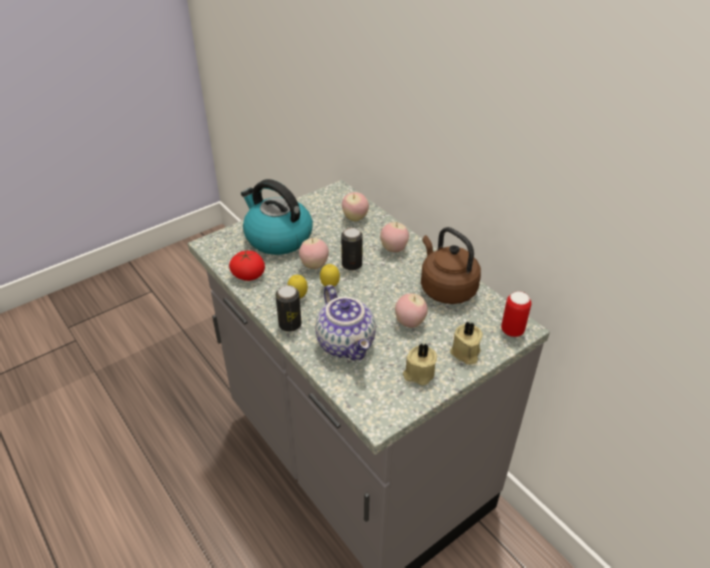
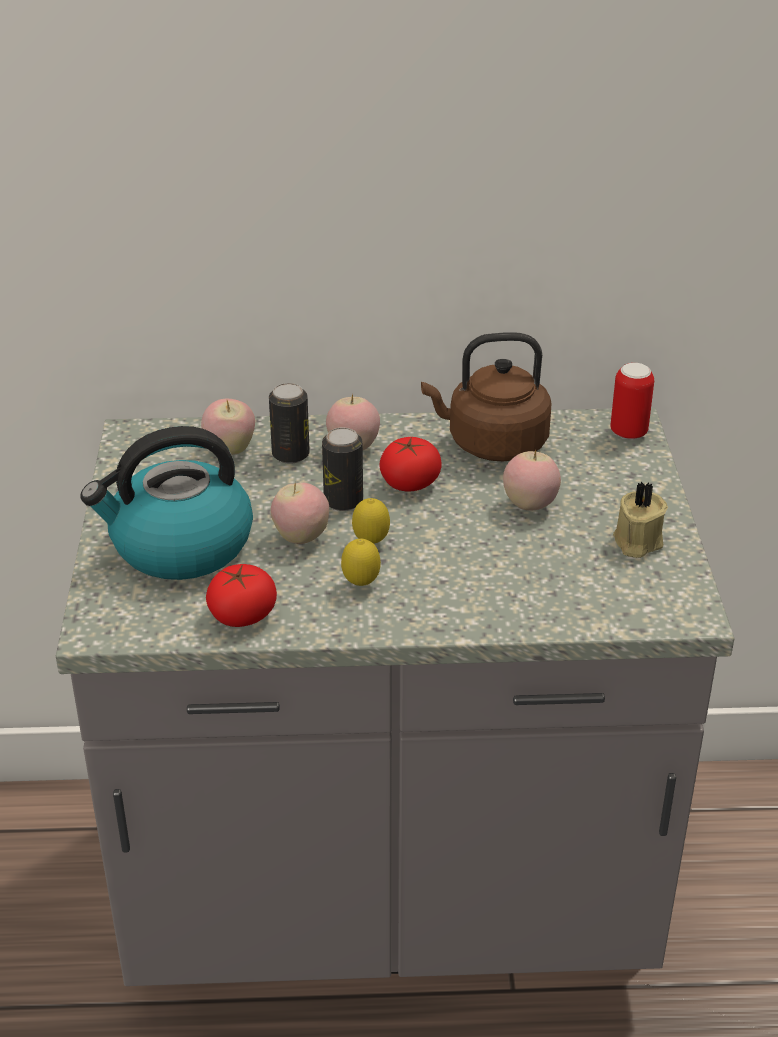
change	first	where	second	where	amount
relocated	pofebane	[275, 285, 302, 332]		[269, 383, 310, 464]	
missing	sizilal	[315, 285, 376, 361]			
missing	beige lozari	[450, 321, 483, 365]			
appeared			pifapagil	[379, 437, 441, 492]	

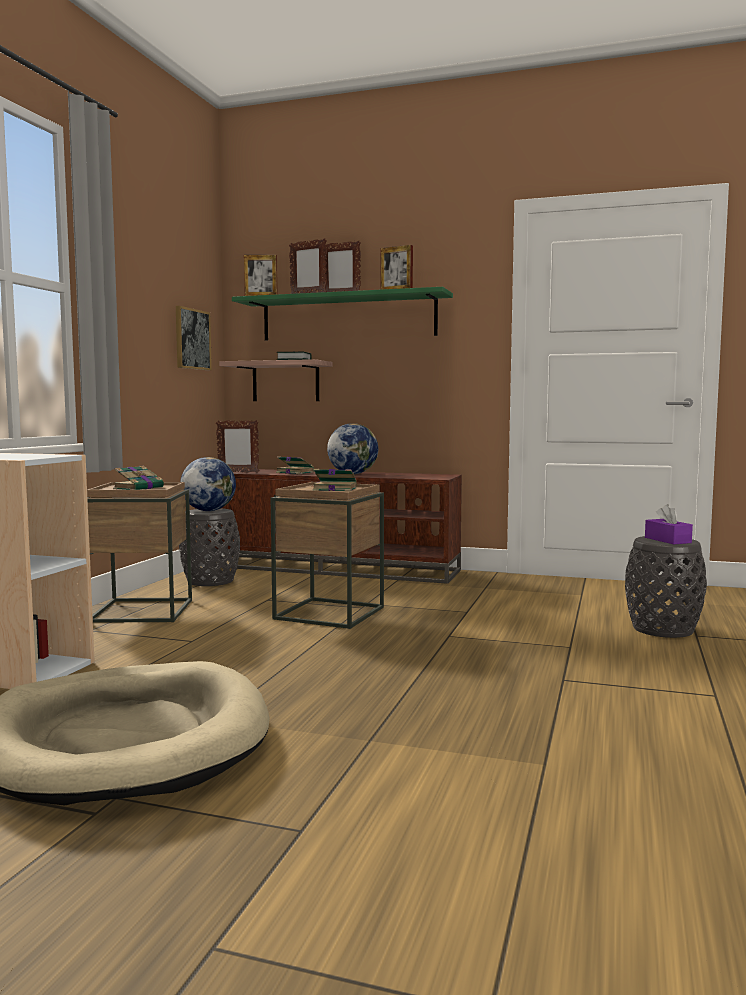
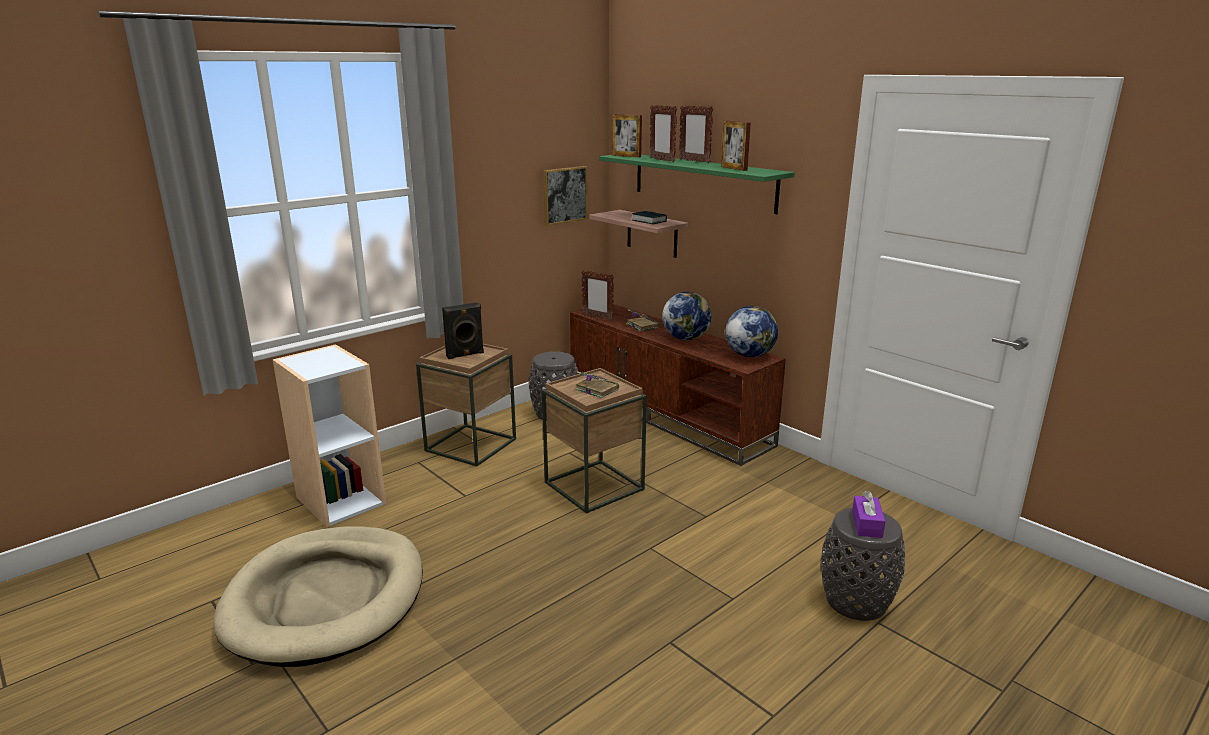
change	first	where	second	where	amount
exchanged	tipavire	[113, 466, 164, 490]	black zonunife	[442, 302, 484, 359]	
relocated	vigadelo	[180, 457, 236, 511]		[725, 306, 778, 357]	

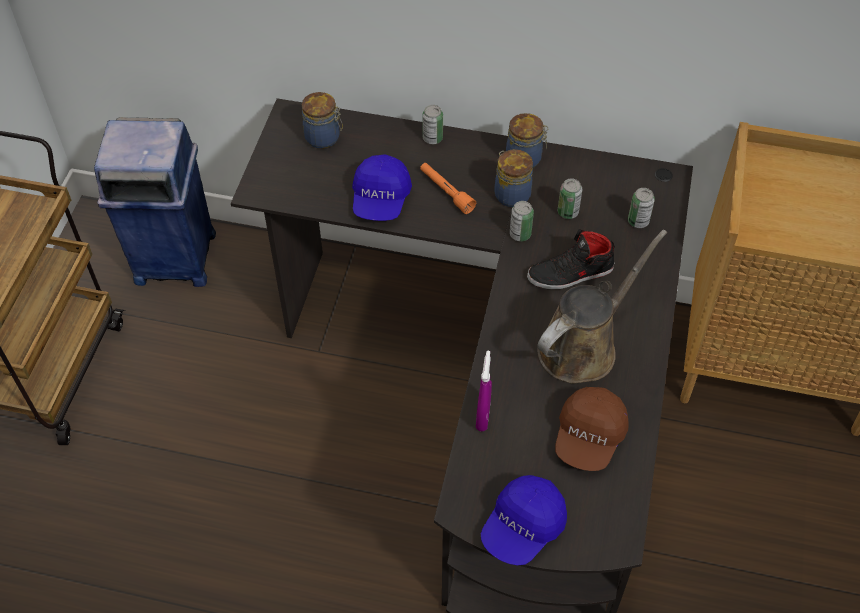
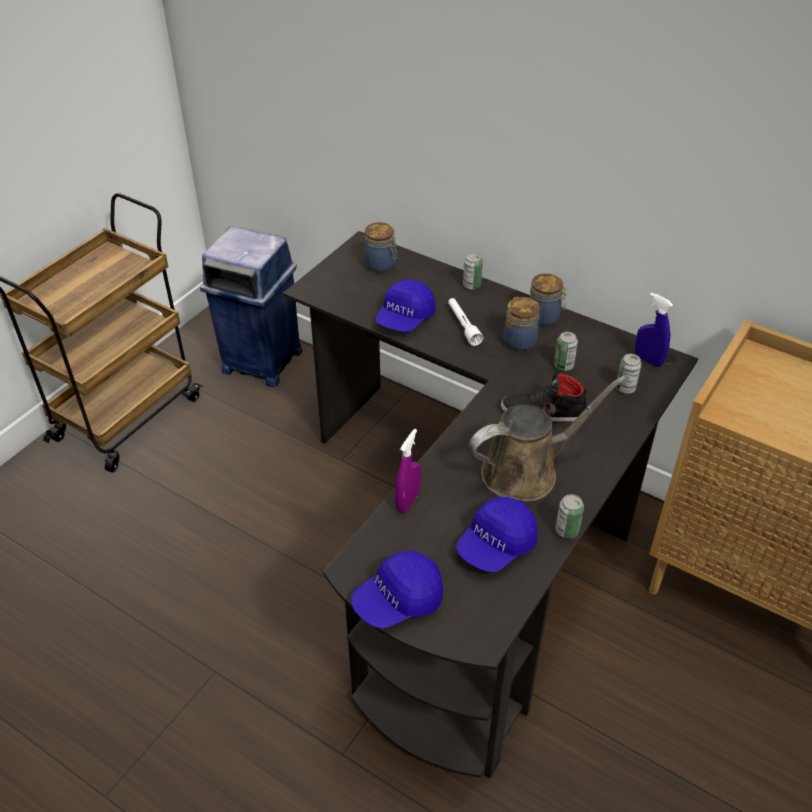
change	first	where	second	where	amount
colour	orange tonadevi	[420, 163, 476, 214]	white tonadevi	[448, 298, 484, 346]	
relocated	pofebane	[510, 201, 534, 241]		[556, 494, 584, 539]	
colour	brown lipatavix	[555, 387, 629, 471]	blue lipatavix	[456, 497, 538, 572]	
appeared			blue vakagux	[635, 292, 673, 367]	

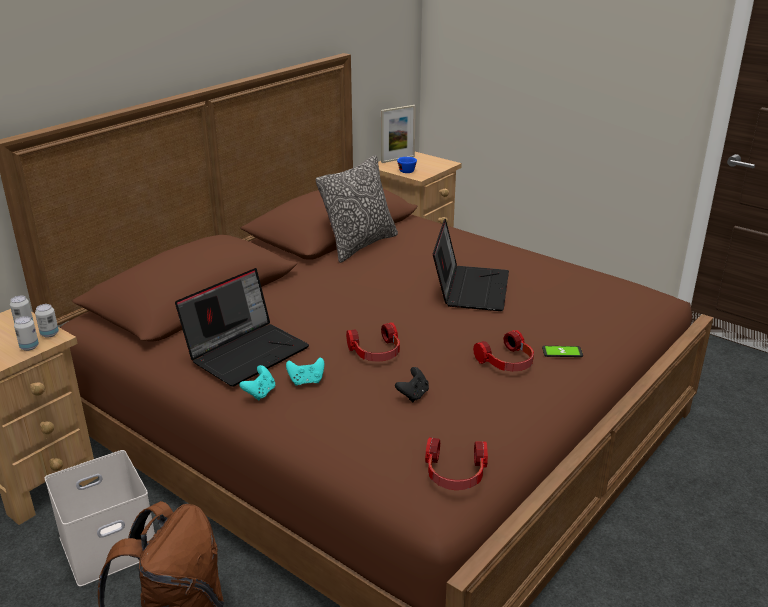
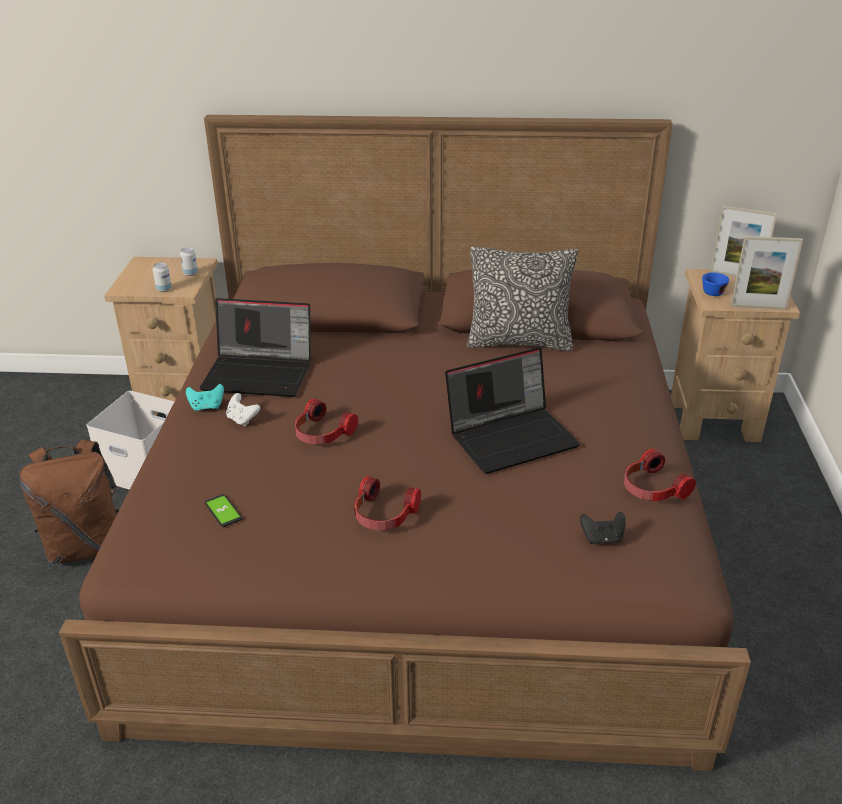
change	first	where	second	where	amount
missing	pofebane	[35, 304, 59, 338]			
colour	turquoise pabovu	[286, 357, 324, 386]	white pabovu	[226, 393, 260, 426]	
relocated	black pabovu	[395, 367, 429, 402]		[580, 512, 626, 544]	
relocated	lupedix	[425, 437, 488, 490]		[624, 448, 696, 501]	
relocated	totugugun	[542, 346, 583, 357]		[204, 494, 242, 527]	
appeared			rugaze	[731, 236, 803, 309]	

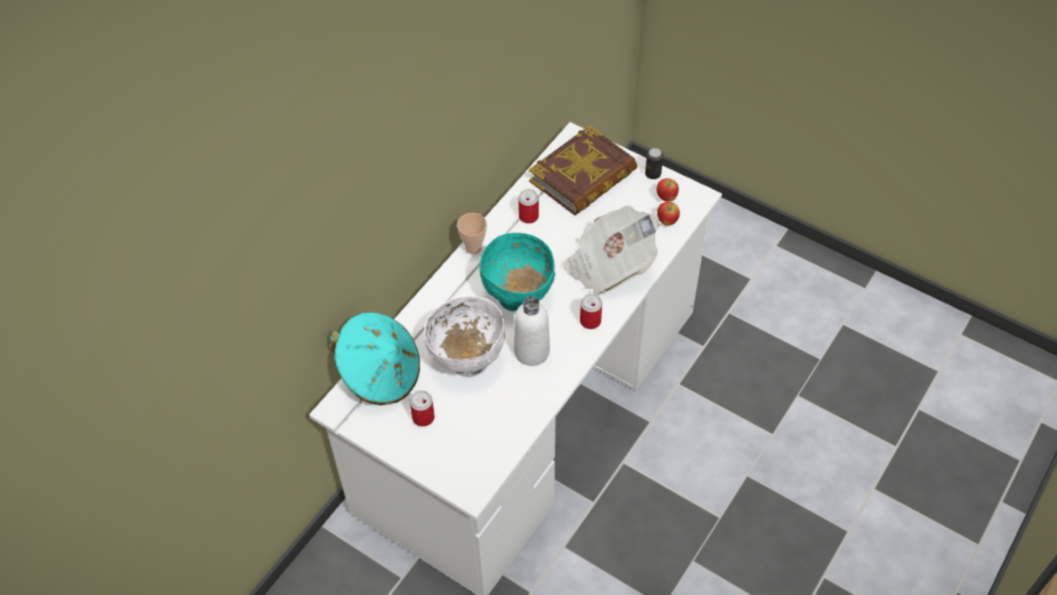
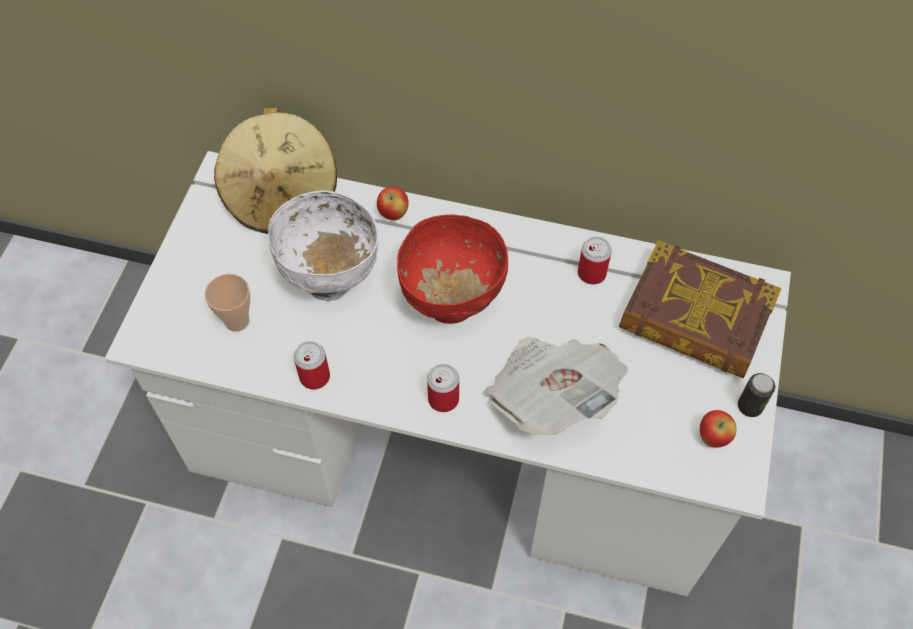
change	first	where	second	where	amount
colour	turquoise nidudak	[330, 312, 420, 405]	beige nidudak	[214, 107, 337, 234]	
relocated	pofebane	[410, 390, 435, 427]		[294, 341, 330, 390]	
relocated	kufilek	[457, 213, 487, 254]		[204, 274, 250, 332]	
colour	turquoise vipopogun	[479, 233, 555, 311]	red vipopogun	[397, 214, 508, 324]	
missing	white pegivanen	[514, 296, 550, 366]			
relocated	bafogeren	[657, 202, 680, 226]		[377, 187, 409, 220]	

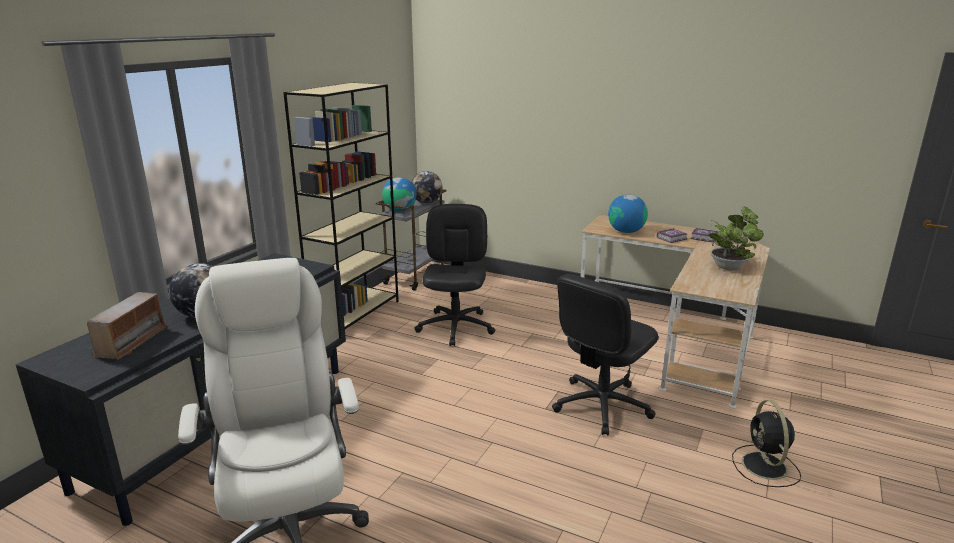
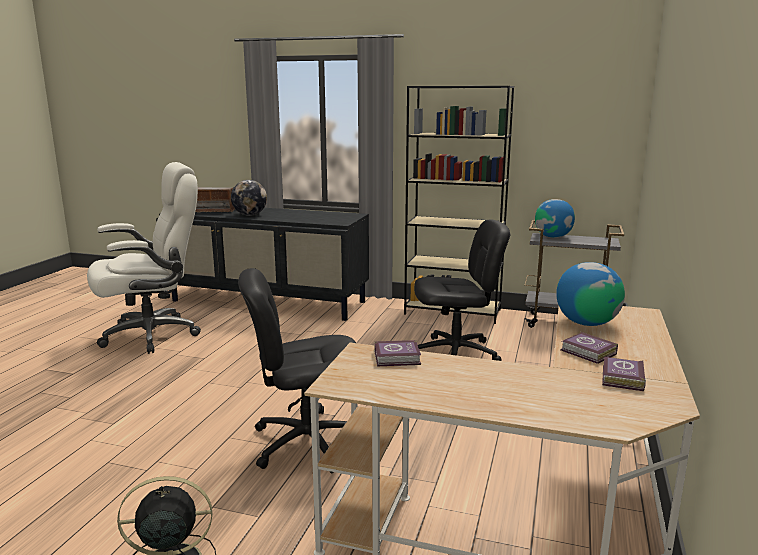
change	first	where	second	where	amount
missing	vigadelo	[411, 171, 442, 203]			
spun	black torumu	[552, 274, 659, 435]		[238, 268, 356, 473]	45 degrees counterclockwise
missing	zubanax	[708, 206, 764, 271]			
appeared			tipavire	[374, 340, 421, 366]	

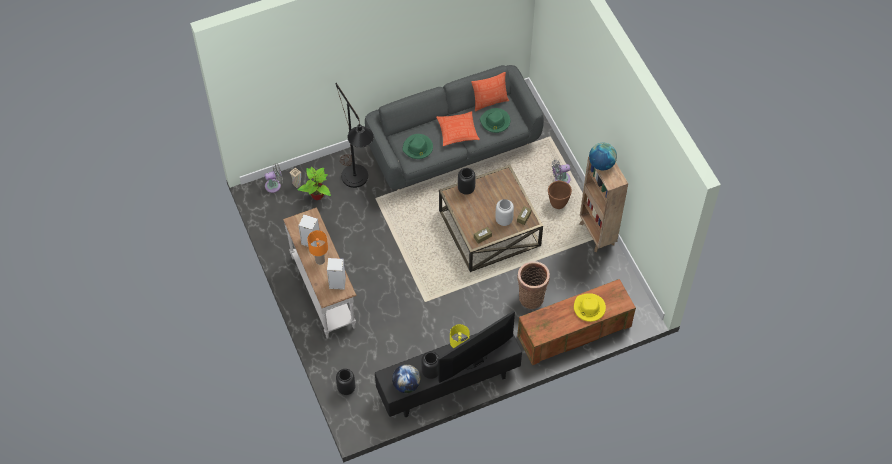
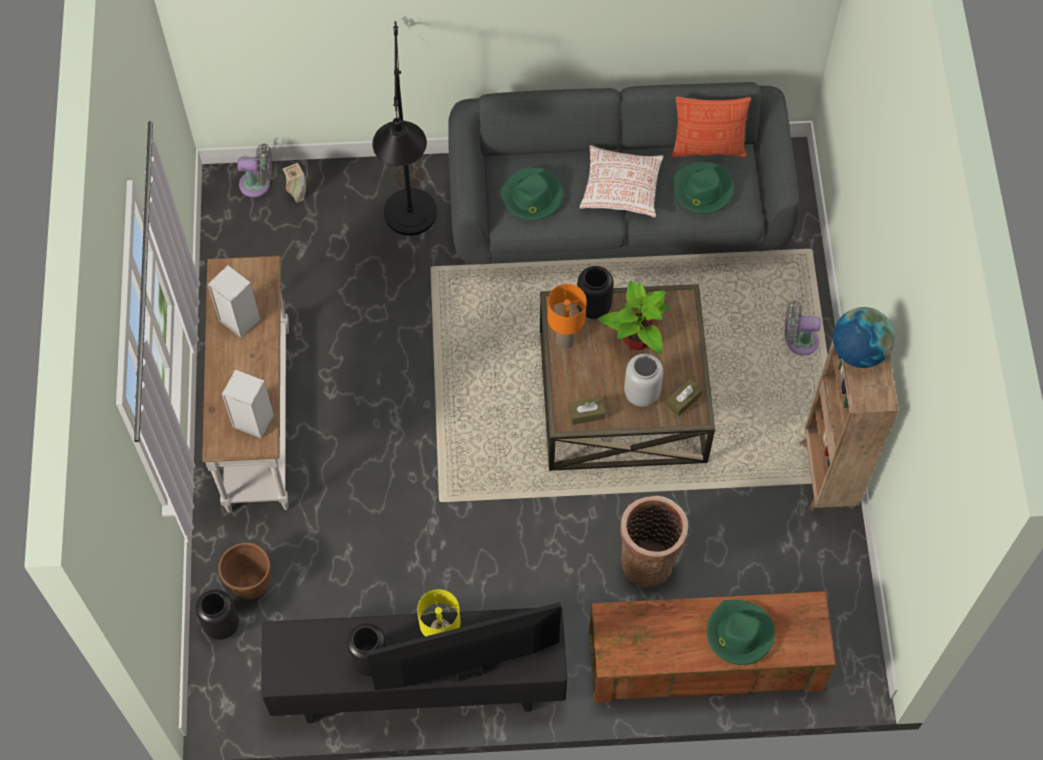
change	first	where	second	where	amount
relocated	zubanax	[297, 167, 331, 200]		[598, 280, 670, 354]	
relocated	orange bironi	[307, 230, 328, 265]		[548, 284, 587, 349]	
missing	vigadelo	[392, 364, 421, 393]			
colour	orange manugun	[436, 111, 480, 146]	white manugun	[580, 145, 663, 218]	
relocated	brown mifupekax	[548, 181, 572, 209]		[218, 543, 271, 599]	
colour	yellow nidudak	[574, 293, 606, 322]	green nidudak	[707, 600, 775, 665]	

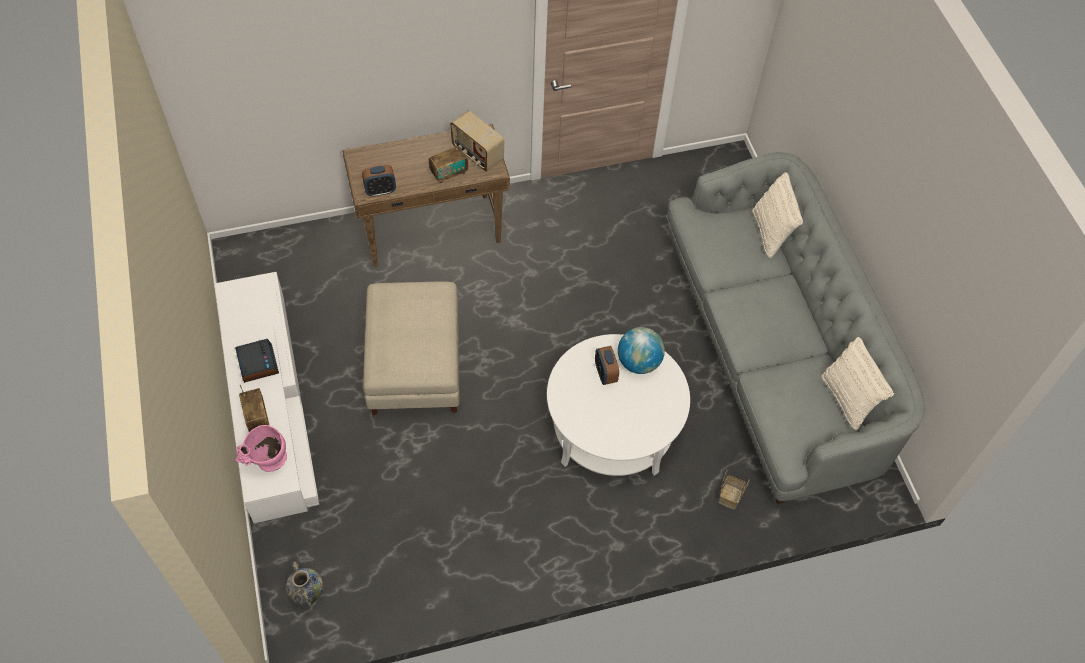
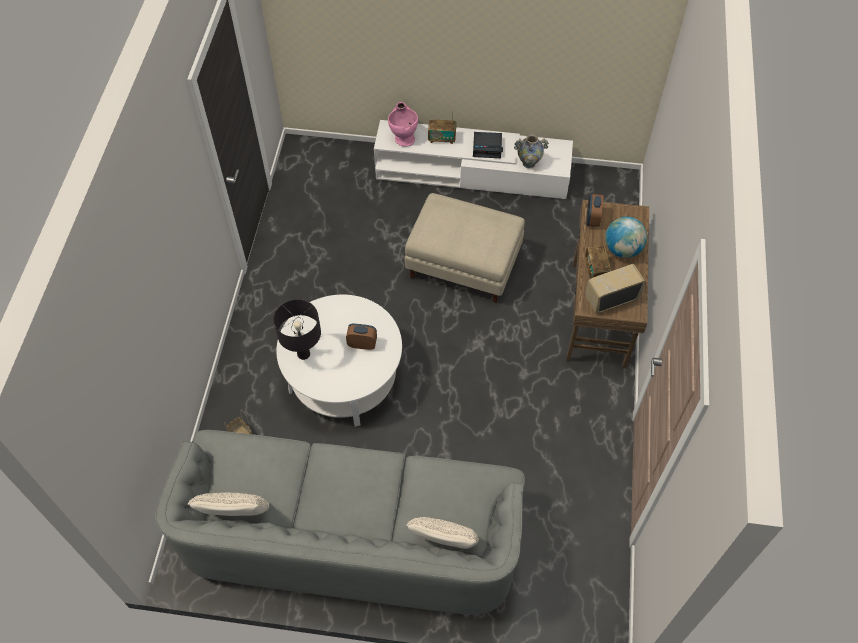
change	first	where	second	where	amount
relocated	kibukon	[286, 562, 323, 606]		[514, 134, 549, 168]	
relocated	vigadelo	[618, 327, 665, 374]		[605, 217, 647, 258]	
appeared			black bironi	[274, 299, 321, 360]	

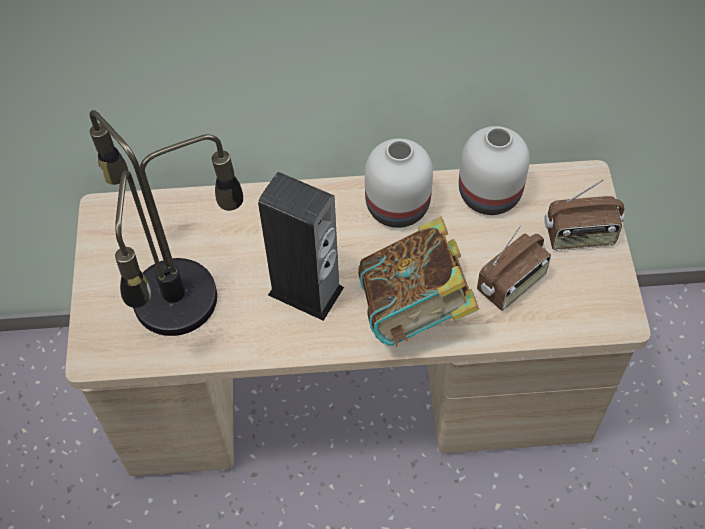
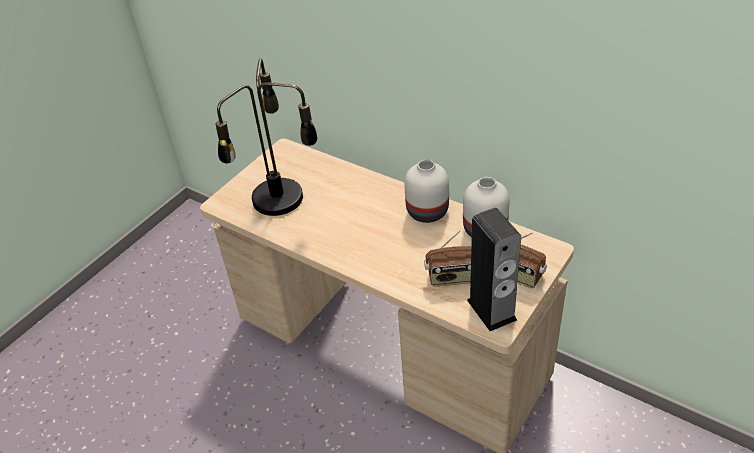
change	first	where	second	where	amount
relocated	zonunife	[258, 172, 344, 321]		[467, 208, 521, 331]	
missing	tipavire	[358, 216, 479, 347]			

